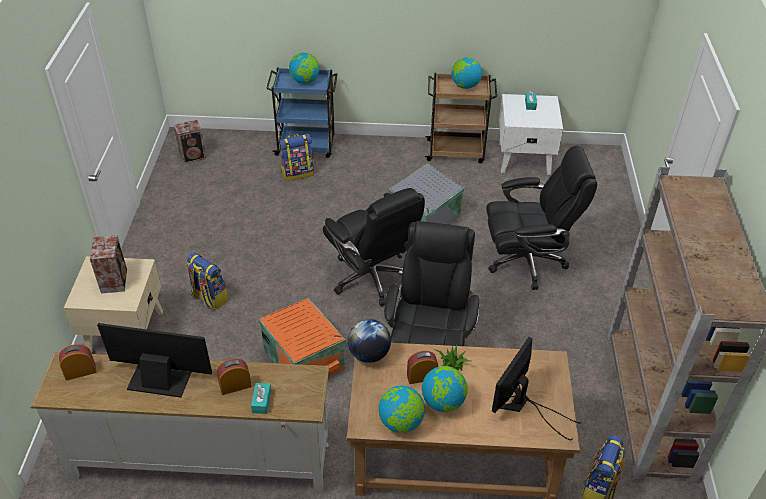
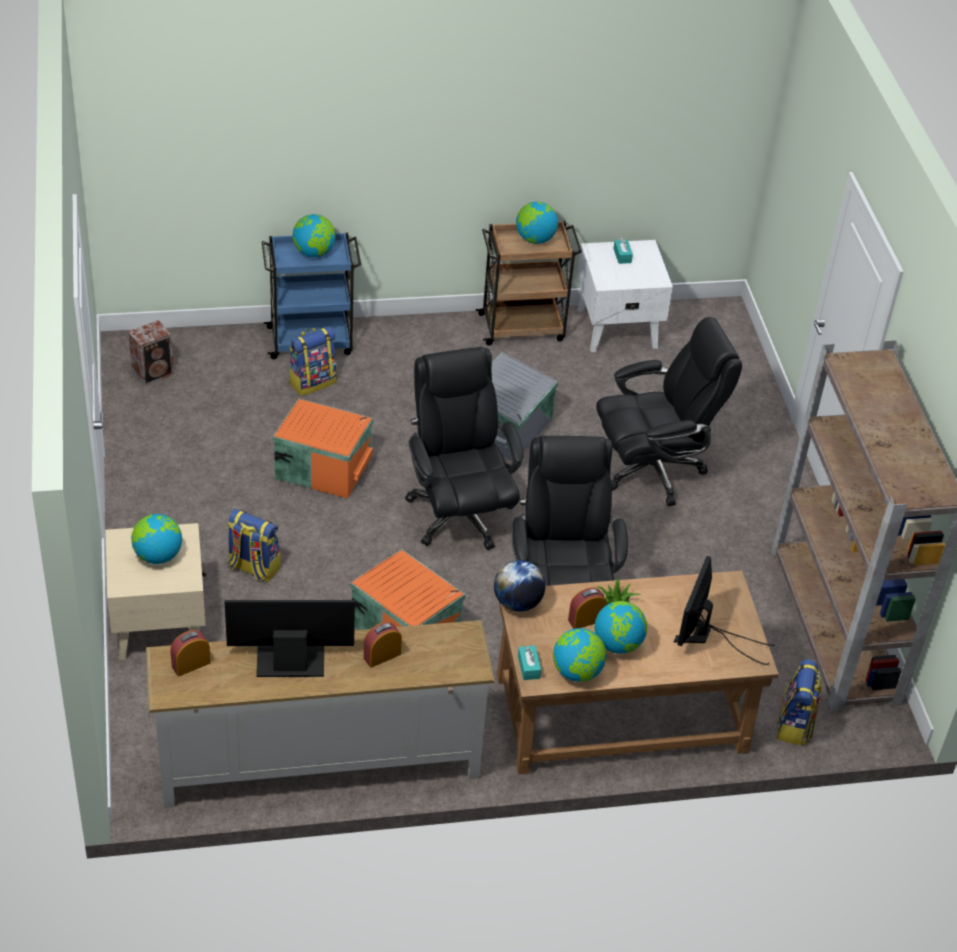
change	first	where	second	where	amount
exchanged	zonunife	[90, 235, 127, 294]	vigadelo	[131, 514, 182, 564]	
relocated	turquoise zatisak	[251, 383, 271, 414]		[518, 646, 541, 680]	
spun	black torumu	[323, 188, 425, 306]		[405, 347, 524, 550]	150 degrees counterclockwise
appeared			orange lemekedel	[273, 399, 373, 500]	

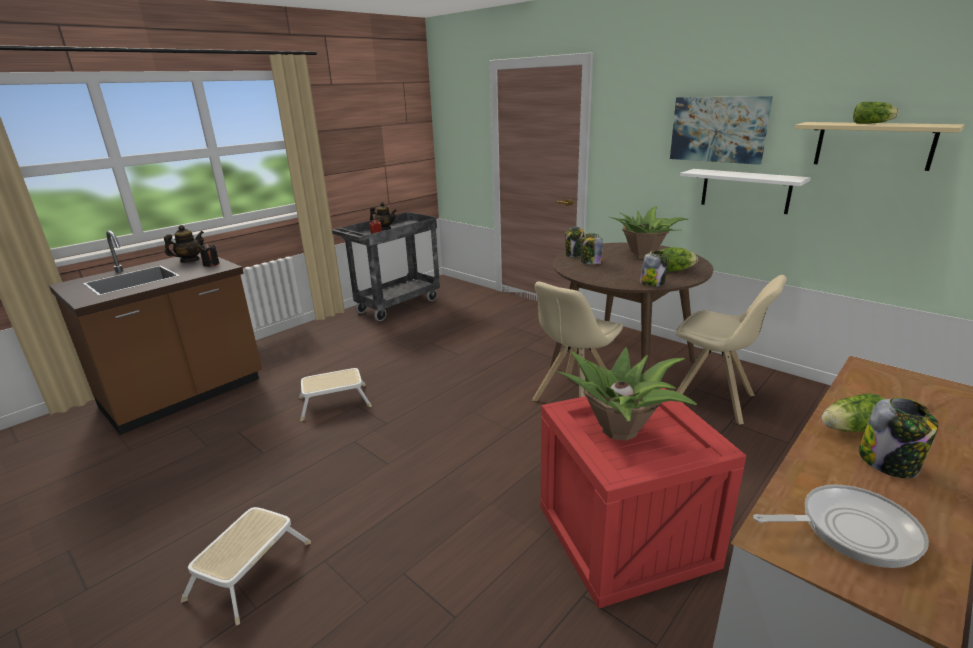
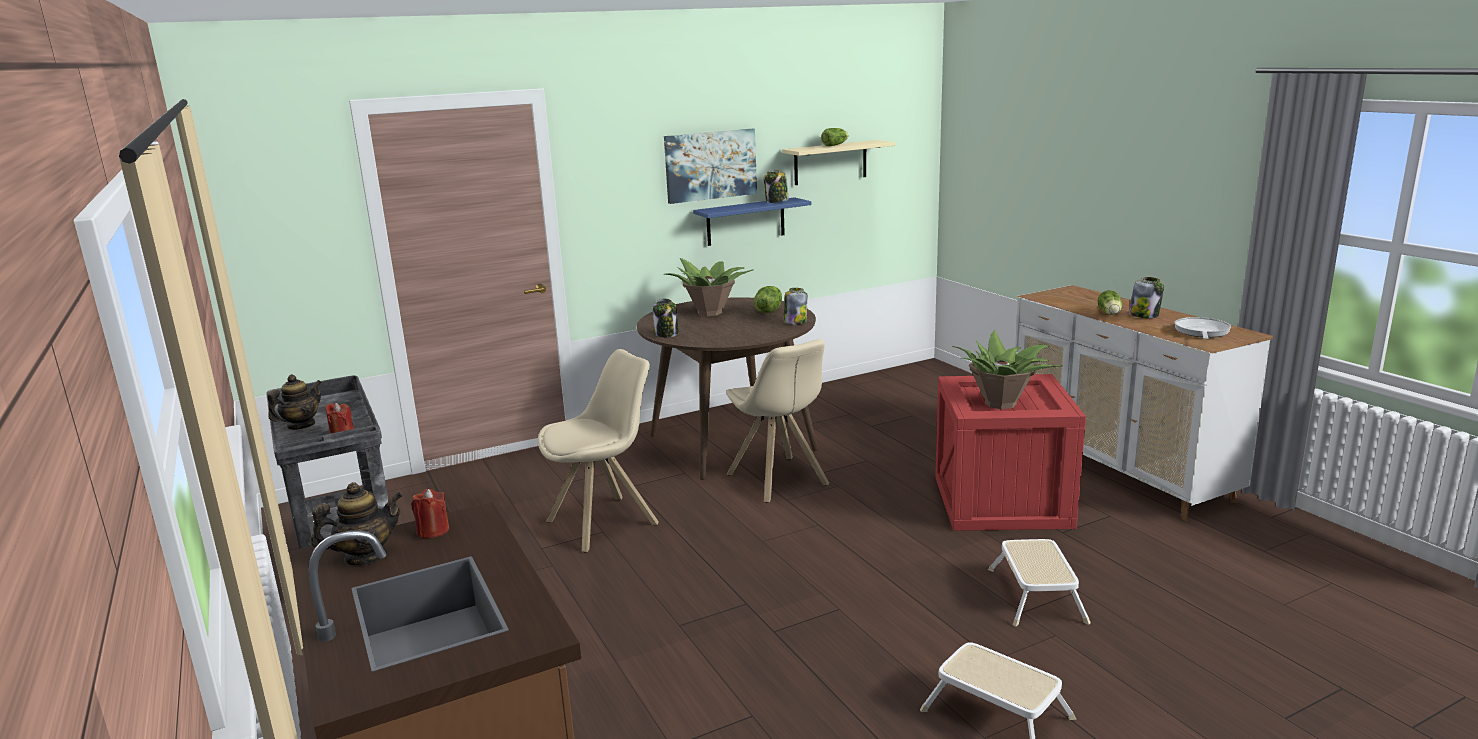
change	first	where	second	where	amount
spun	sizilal	[164, 225, 204, 263]		[311, 482, 403, 565]	90 degrees clockwise
colour	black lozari	[199, 243, 219, 267]	red lozari	[411, 489, 449, 538]	
relocated	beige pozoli	[299, 368, 372, 421]		[988, 539, 1091, 627]	
relocated	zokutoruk	[581, 234, 603, 264]		[764, 170, 789, 203]	
relocated	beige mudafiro	[676, 275, 787, 425]		[538, 349, 659, 552]	
colour	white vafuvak	[680, 169, 811, 214]	blue vafuvak	[693, 197, 812, 246]	

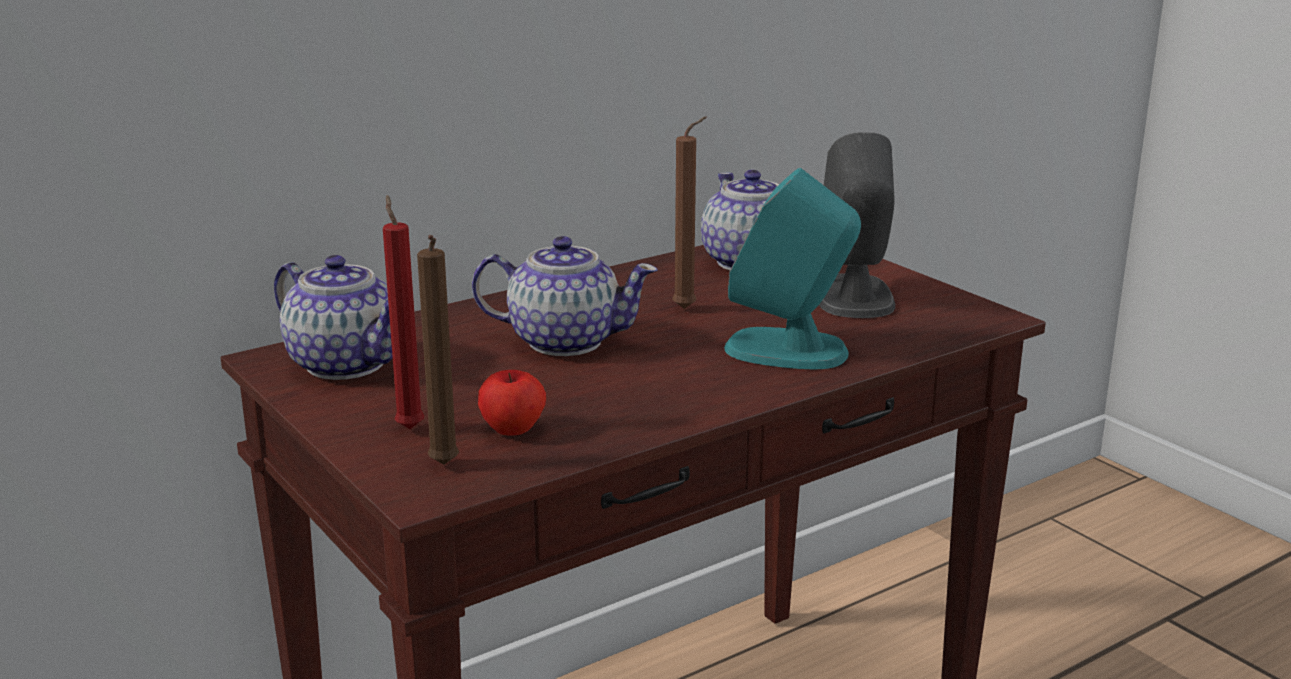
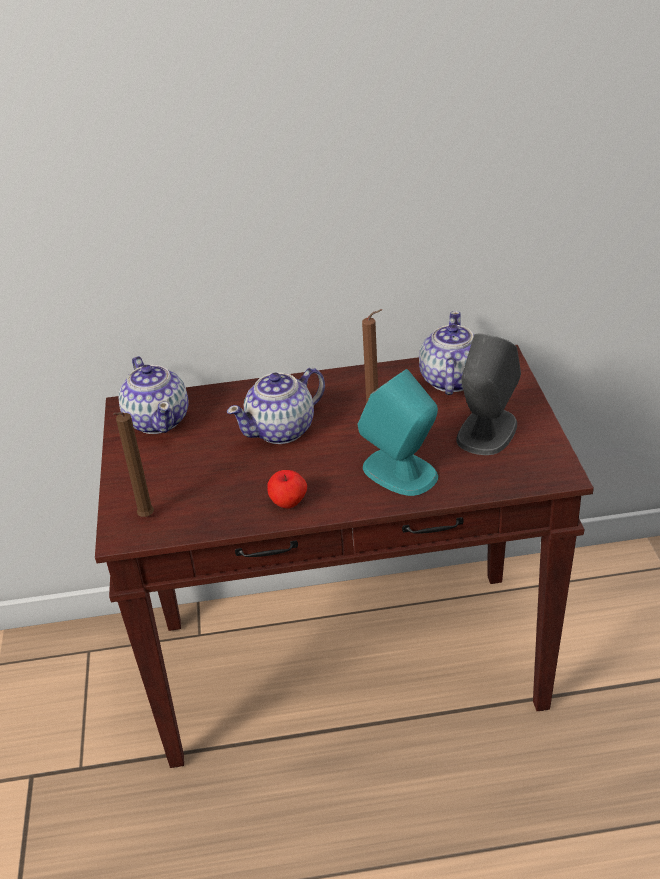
change	first	where	second	where	amount
missing	red lozari	[383, 195, 424, 429]			
spun	sizilal	[472, 236, 658, 356]		[227, 368, 325, 444]	105 degrees clockwise
relocated	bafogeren	[478, 370, 546, 436]		[267, 470, 307, 509]	

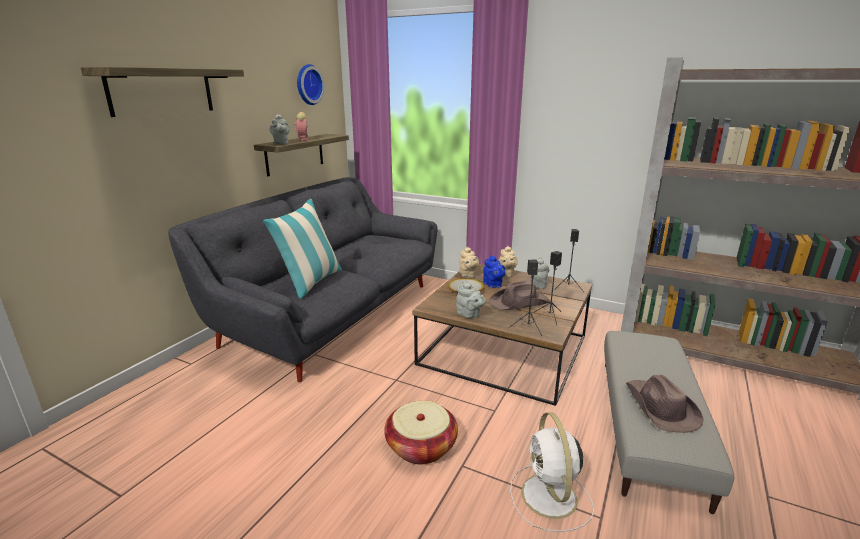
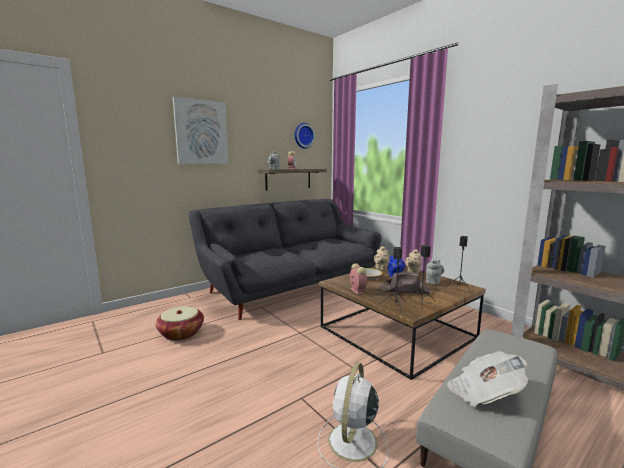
change	first	where	second	where	amount
exchanged	vafuvak	[81, 67, 244, 117]	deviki	[173, 97, 229, 164]	
missing	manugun	[263, 199, 341, 299]			
relocated	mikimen	[384, 401, 458, 464]		[156, 306, 204, 341]	
exchanged	grey sizilal	[456, 281, 487, 318]	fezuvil	[350, 263, 367, 295]	
exchanged	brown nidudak	[626, 375, 704, 433]	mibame	[447, 351, 528, 407]	

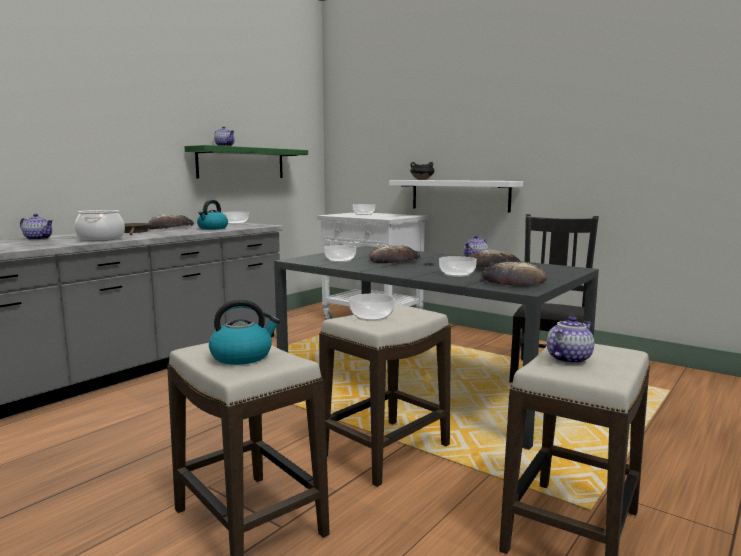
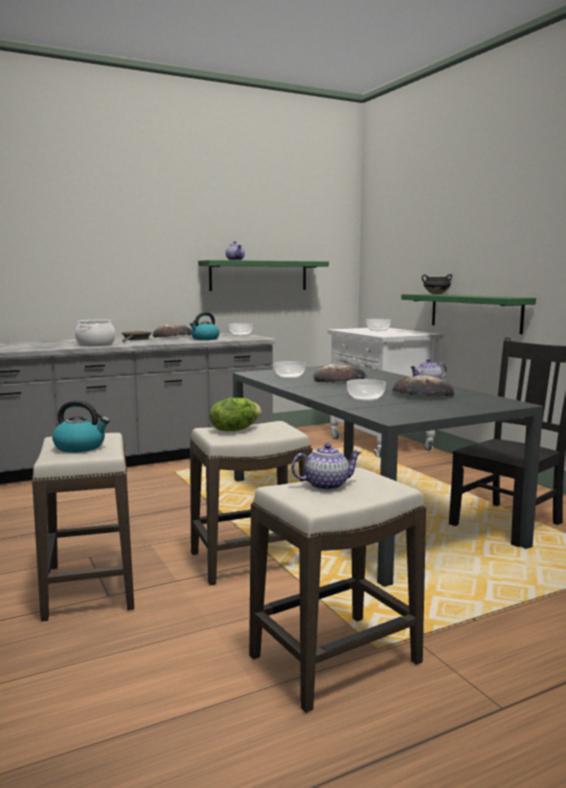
change	first	where	second	where	amount
missing	sizilal	[20, 214, 53, 240]			
exchanged	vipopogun	[349, 294, 394, 321]	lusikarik	[210, 398, 262, 431]	
colour	white vafuvak	[389, 180, 523, 213]	green vafuvak	[401, 294, 536, 334]	
missing	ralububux	[481, 262, 547, 285]			

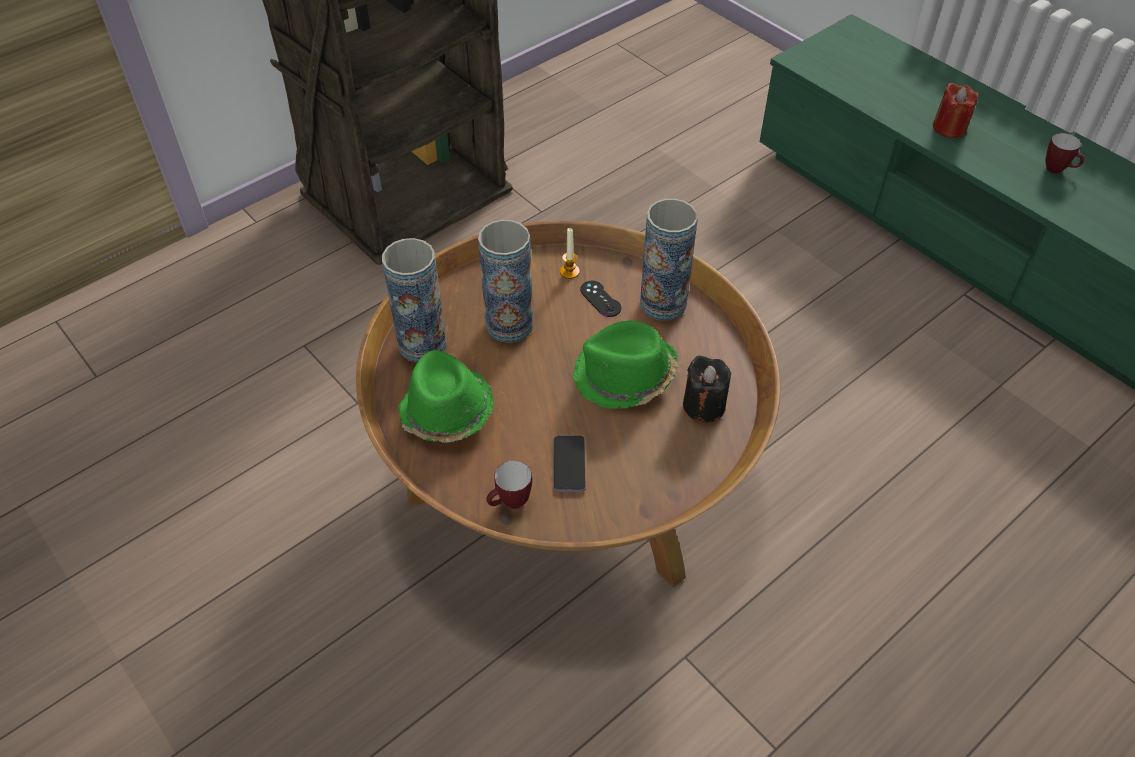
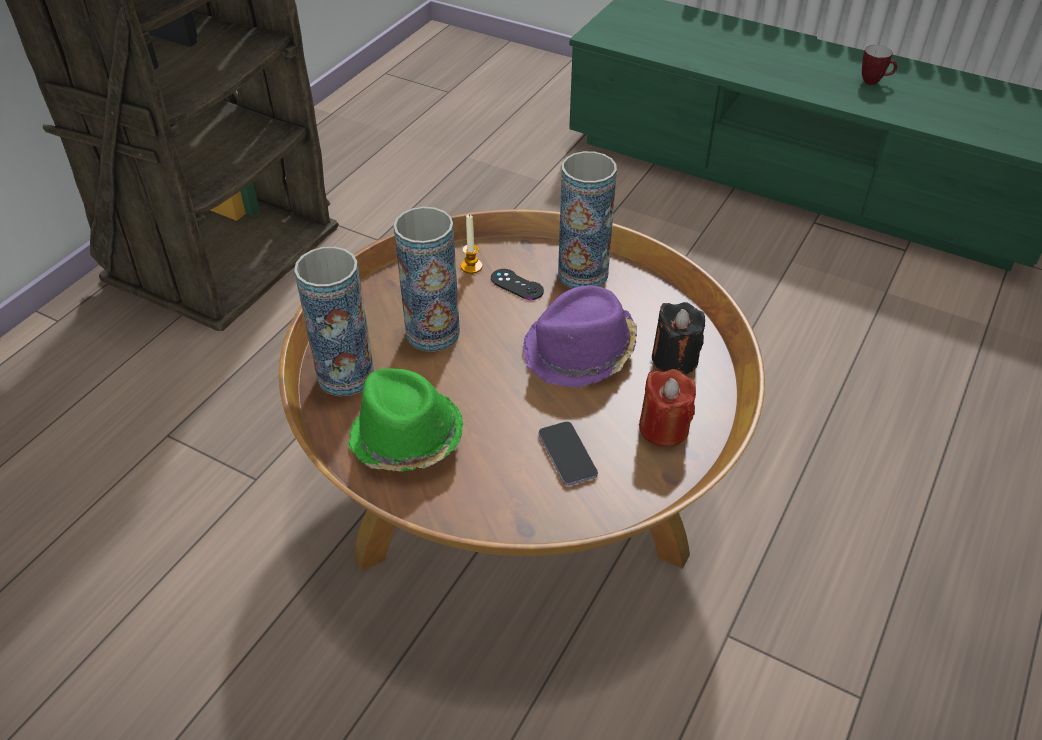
change	first	where	second	where	amount
missing	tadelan	[486, 460, 532, 509]			
colour	green nidudak	[572, 321, 679, 409]	purple nidudak	[523, 285, 637, 388]	
relocated	red lozari	[933, 83, 978, 138]		[639, 369, 696, 447]	

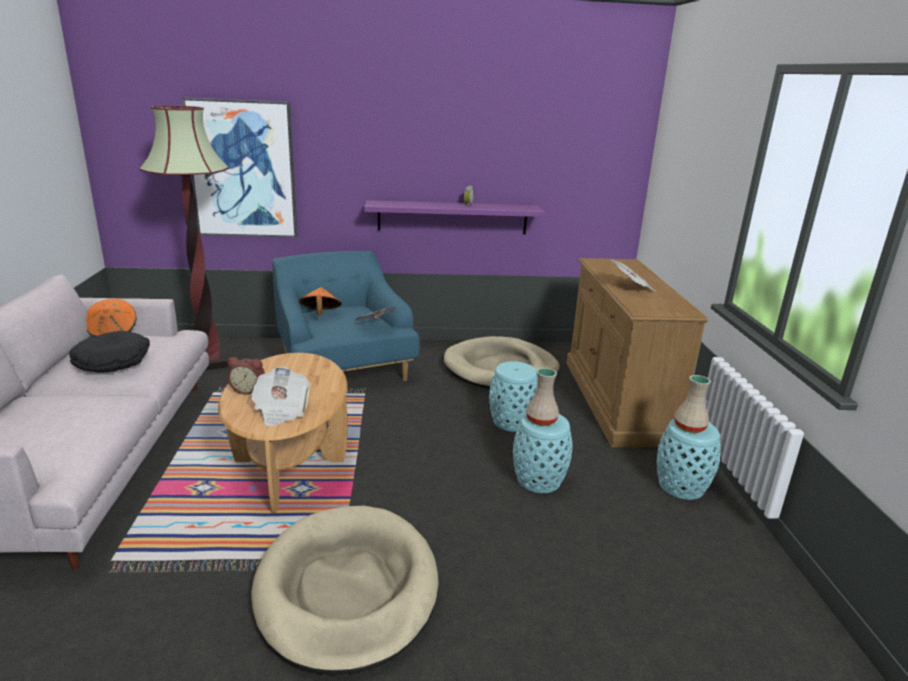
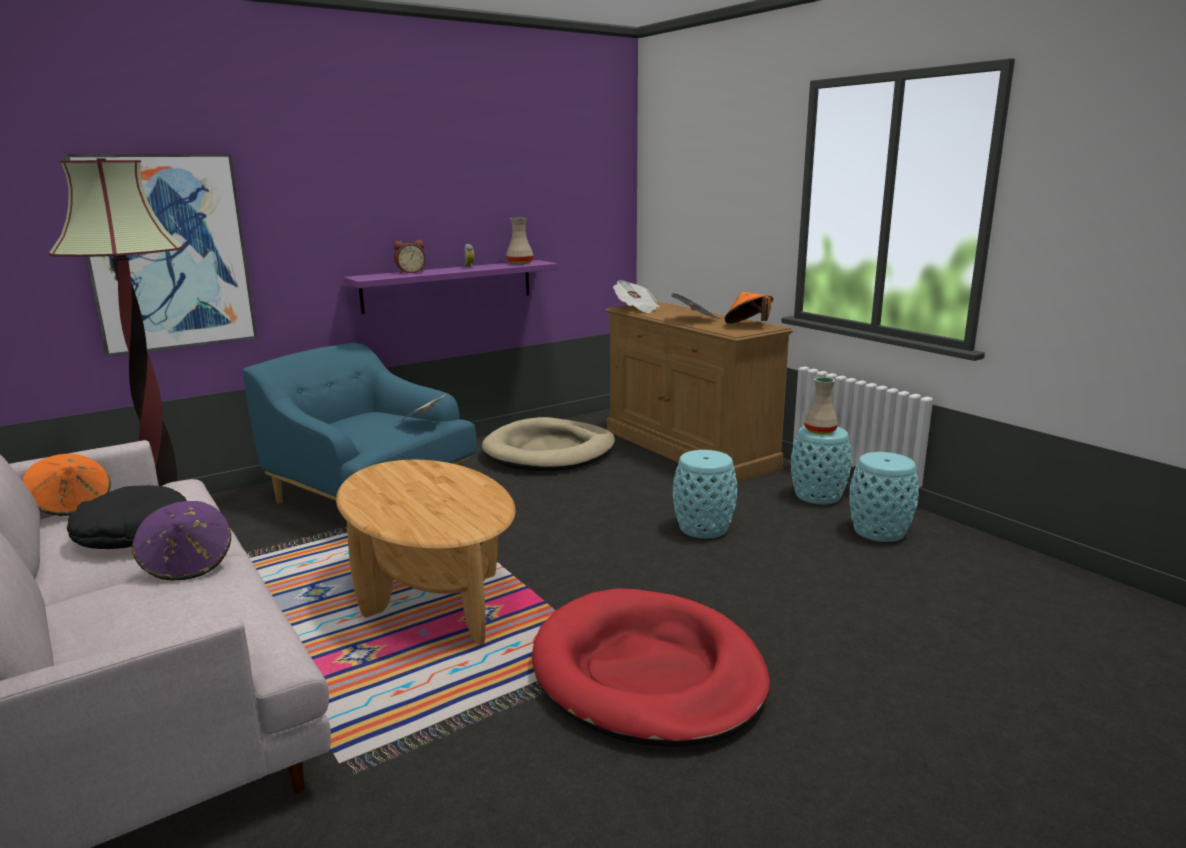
change	first	where	second	where	amount
relocated	fezuvil	[227, 357, 265, 395]		[394, 240, 426, 274]	
relocated	mibame	[251, 366, 311, 426]		[613, 280, 660, 313]	
colour	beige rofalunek	[251, 506, 439, 675]	red rofalunek	[532, 588, 770, 747]	
relocated	orange nidudak	[299, 287, 342, 315]		[725, 292, 773, 323]	
relocated	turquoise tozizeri	[489, 361, 538, 432]		[849, 452, 919, 542]	
relocated	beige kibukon	[526, 368, 559, 426]		[506, 218, 534, 264]	
appeared			purple nidudak	[132, 501, 231, 580]	

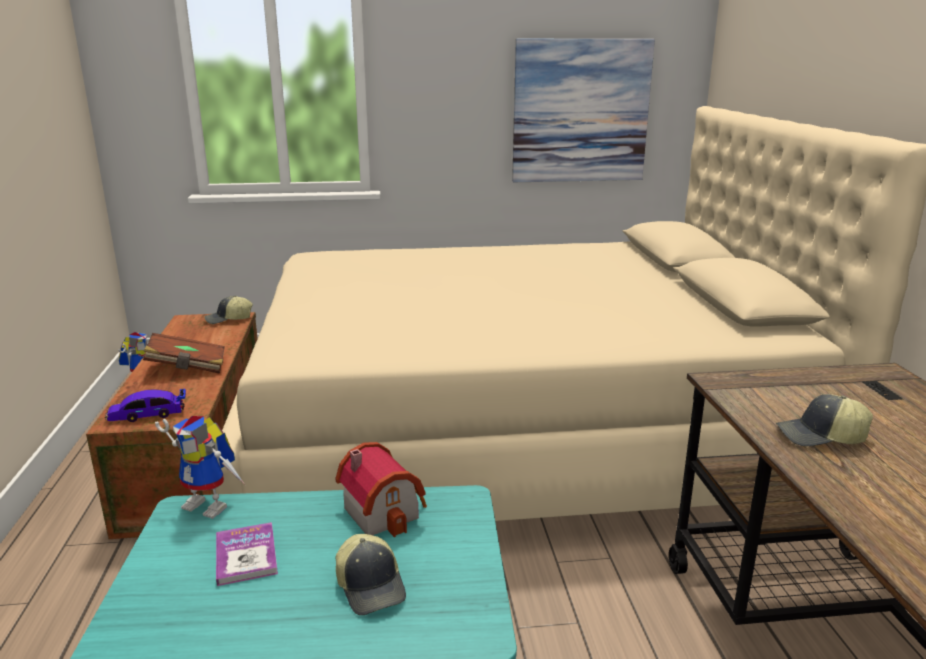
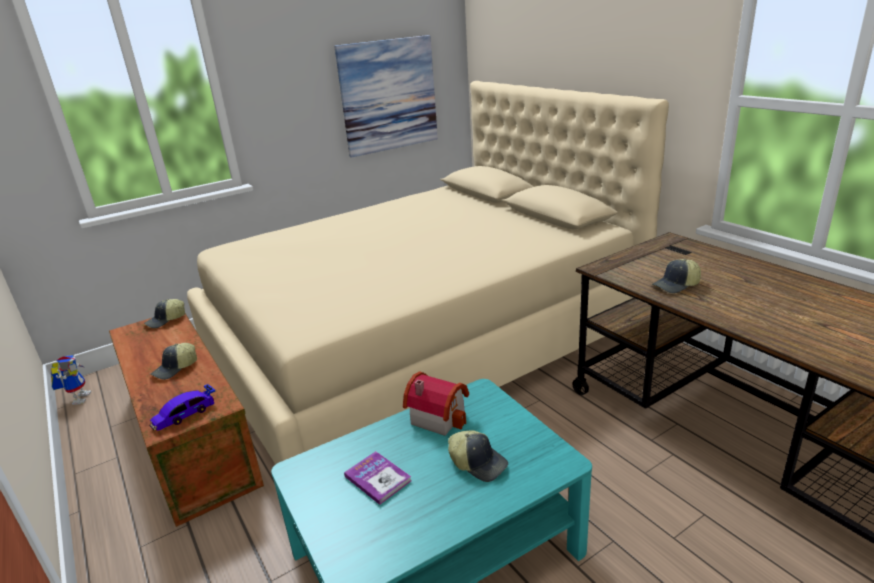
change	first	where	second	where	amount
exchanged	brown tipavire	[143, 333, 225, 374]	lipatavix	[151, 343, 197, 380]	
missing	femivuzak	[155, 416, 246, 519]			

